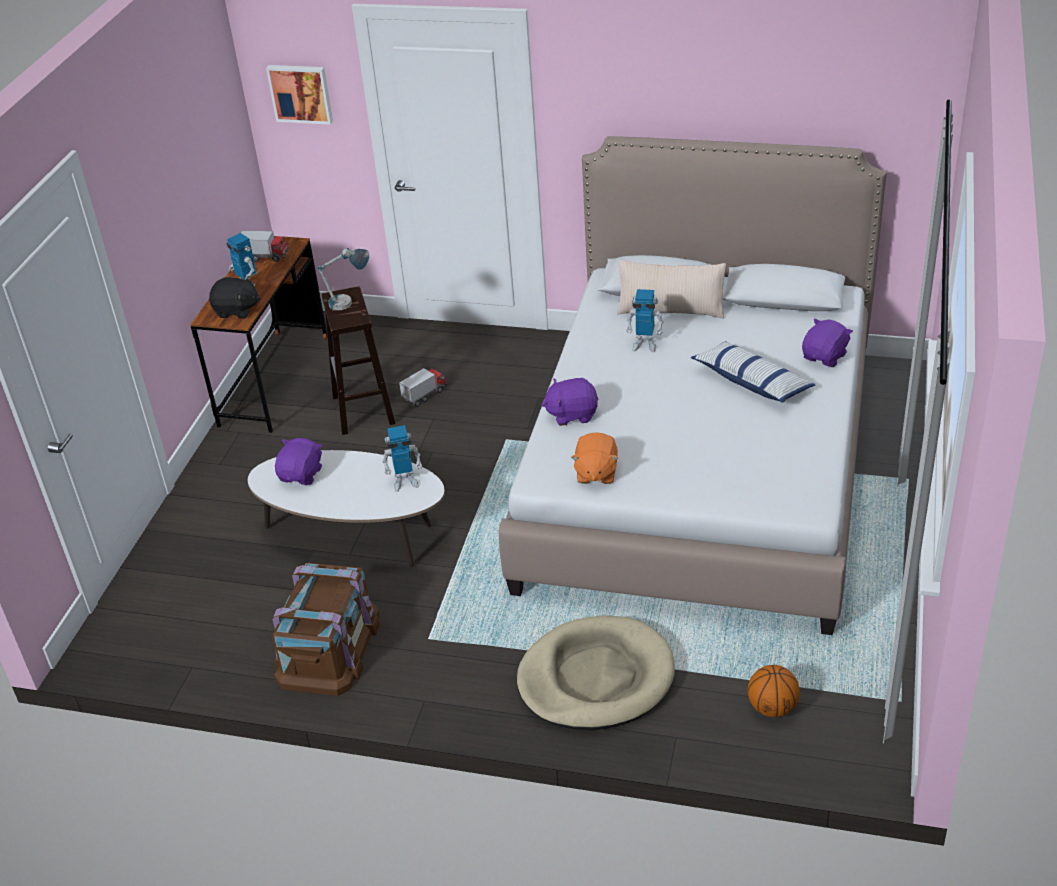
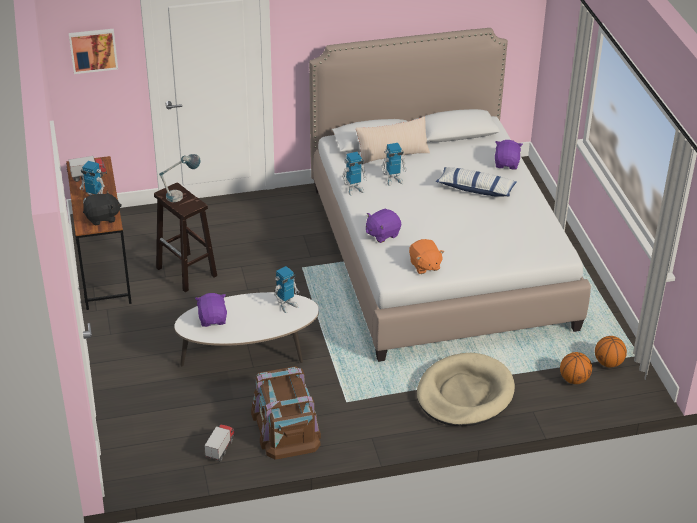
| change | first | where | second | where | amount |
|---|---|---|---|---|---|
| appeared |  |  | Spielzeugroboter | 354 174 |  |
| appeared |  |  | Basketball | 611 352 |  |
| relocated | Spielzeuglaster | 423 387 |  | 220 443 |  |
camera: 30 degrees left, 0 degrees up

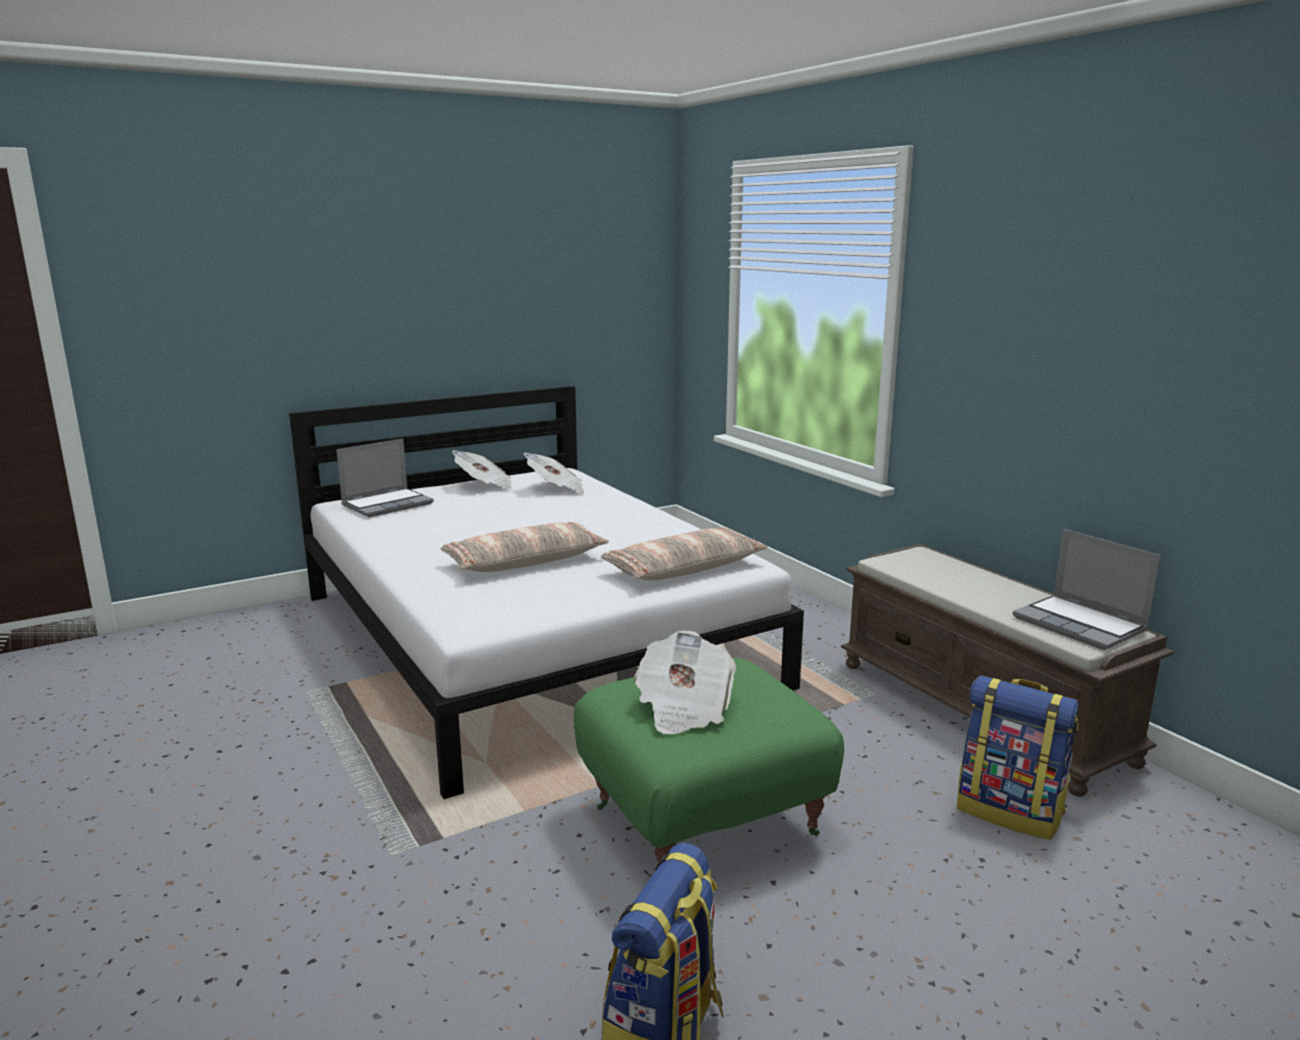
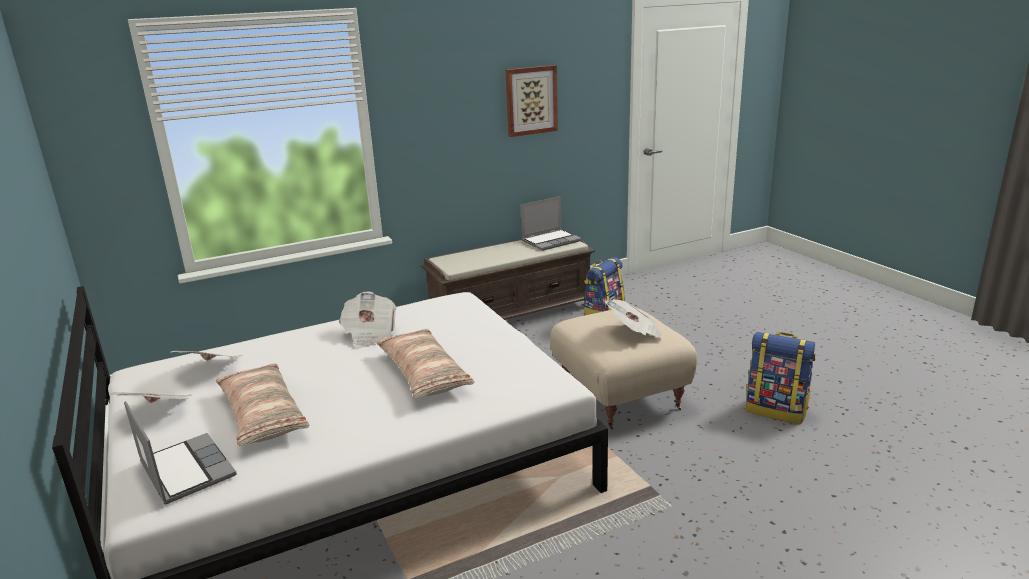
| change | first | where | second | where | amount |
|---|---|---|---|---|---|
| appeared |  |  | Zeitung | 368 320 |  |
| appeared |  |  | Bild | 532 101 |  |
| relocated | Kissen | 684 554 |  | 262 404 |  |
| colour | Polsterhocker [grün] | 709 760 | Polsterhocker [beige] | 623 369 |  |
camera: 85 degrees left, 5 degrees up

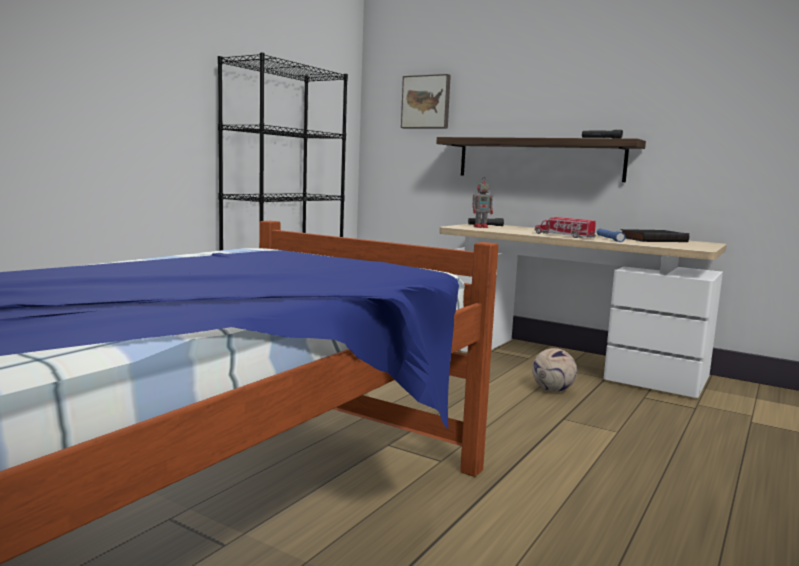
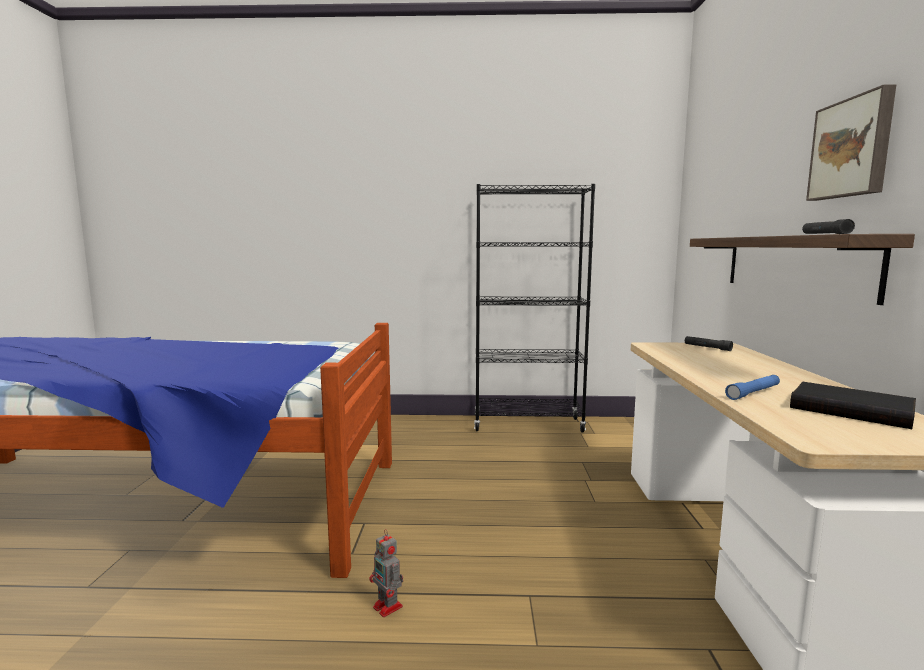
| change | first | where | second | where | amount |
|---|---|---|---|---|---|
| missing | Fußball | 554 370 |  |  |  |
| missing | Spielzeuglaster | 565 227 |  |  |  |
| relocated | Bild | 426 101 |  | 851 142 |  |
| relocated | Spielzeugroboter | 483 203 |  | 386 573 |  |
camera: 60 degrees right, 0 degrees up

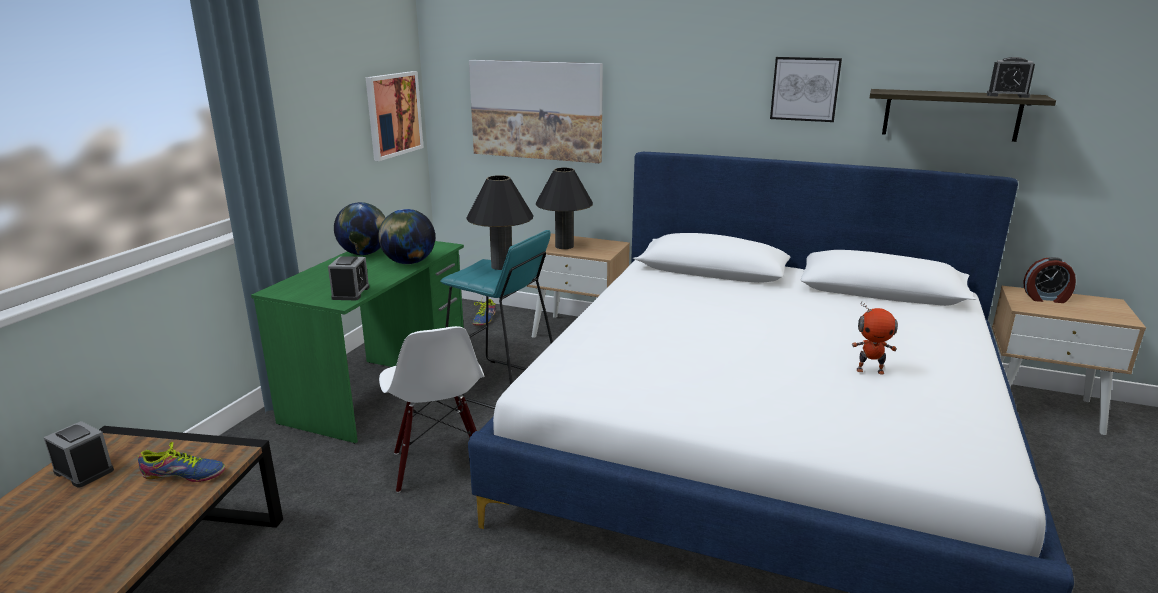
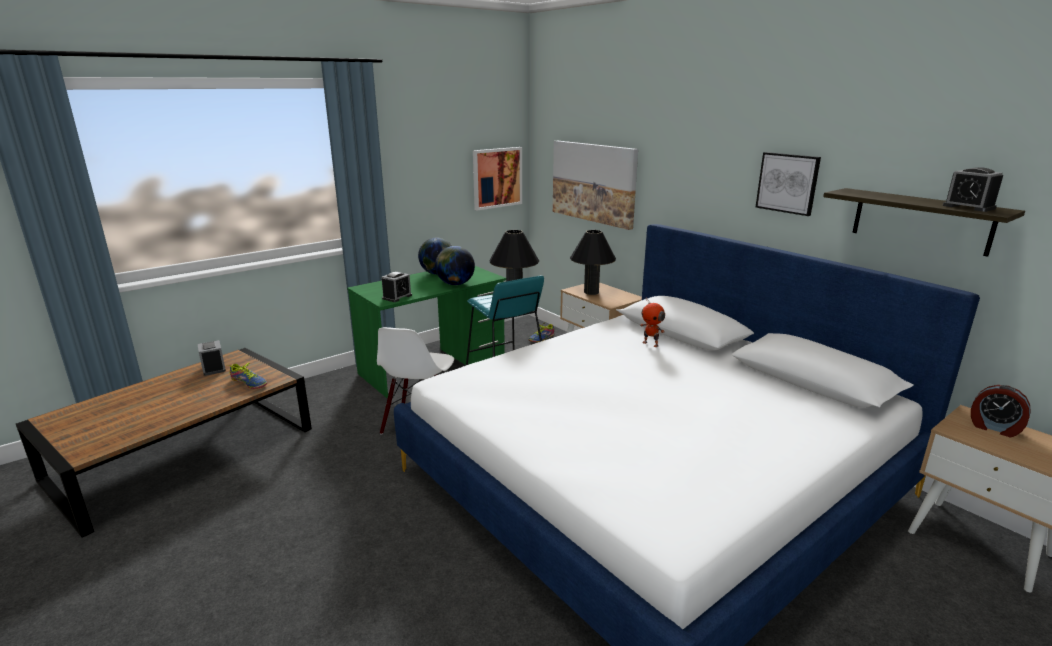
| change | first | where | second | where | amount |
|---|---|---|---|---|---|
| relocated | Spielzeugroboter | 875 338 |  | 652 322 |  |
camera: 30 degrees right, 0 degrees up

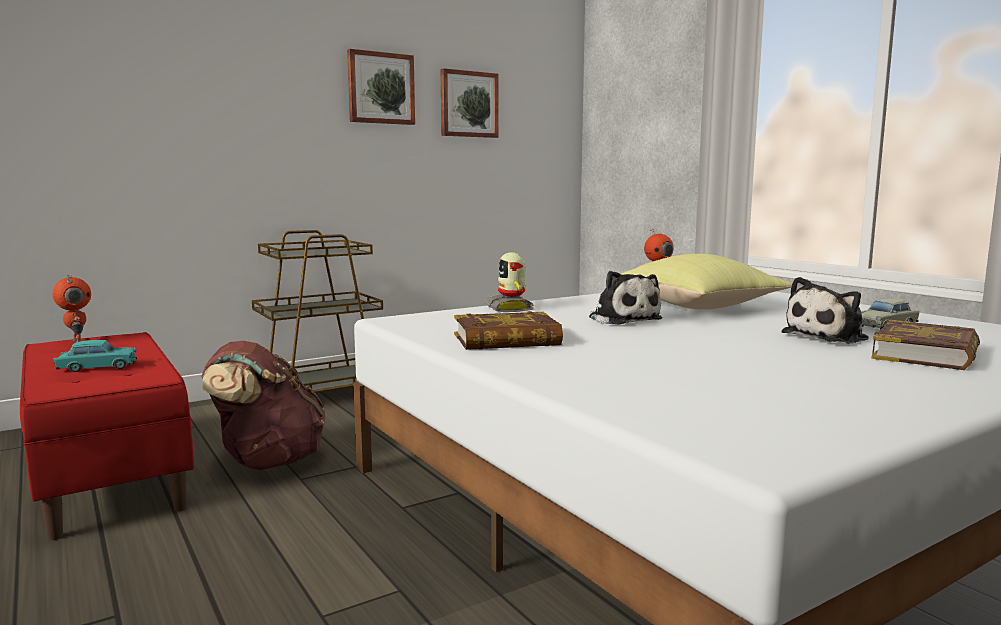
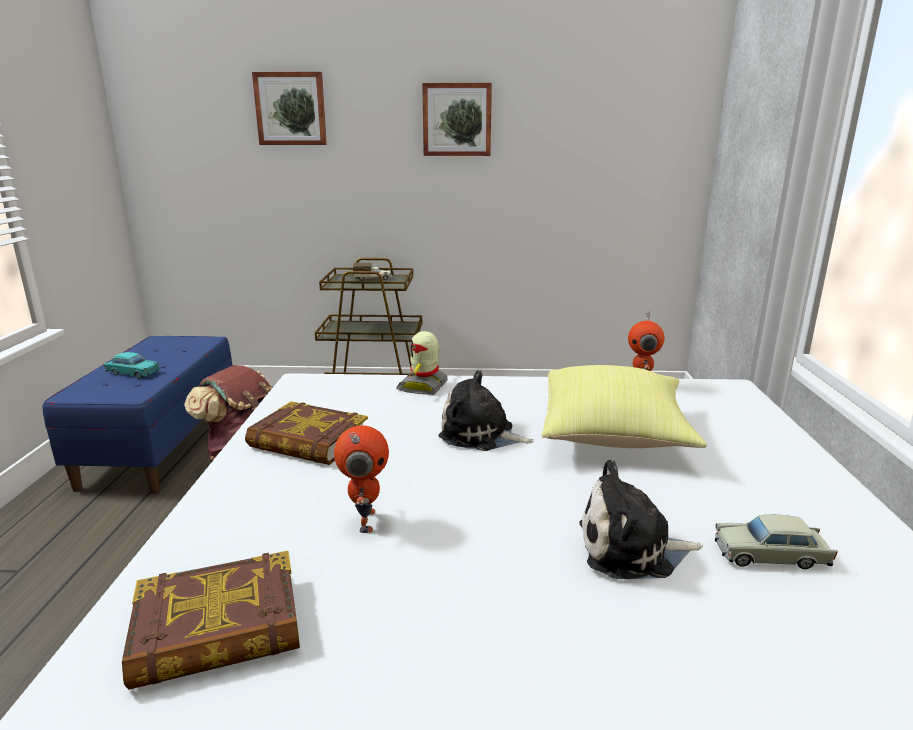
| change | first | where | second | where | amount |
|---|---|---|---|---|---|
| appeared |  |  | Spielzeuglaster | 372 271 |  |
| relocated | Spielzeugroboter | 71 308 |  | 361 479 |  |
| relocated | Bild | 469 103 |  | 289 108 |  |
| relocated | Buch | 926 345 |  | 211 620 |  |
| colour | Bank [rot] | 107 436 | Bank [blau] | 137 414 |  |
| spun | Plüschtier | 626 298 |  | 486 410 | 105 degrees clockwise |
camera: 35 degrees right, 10 degrees up

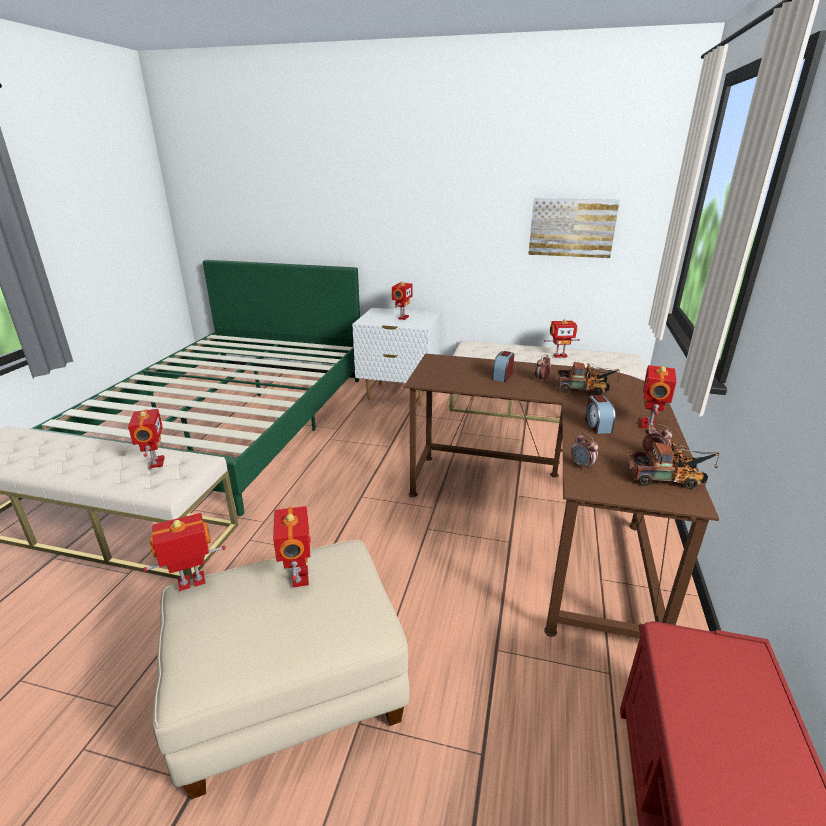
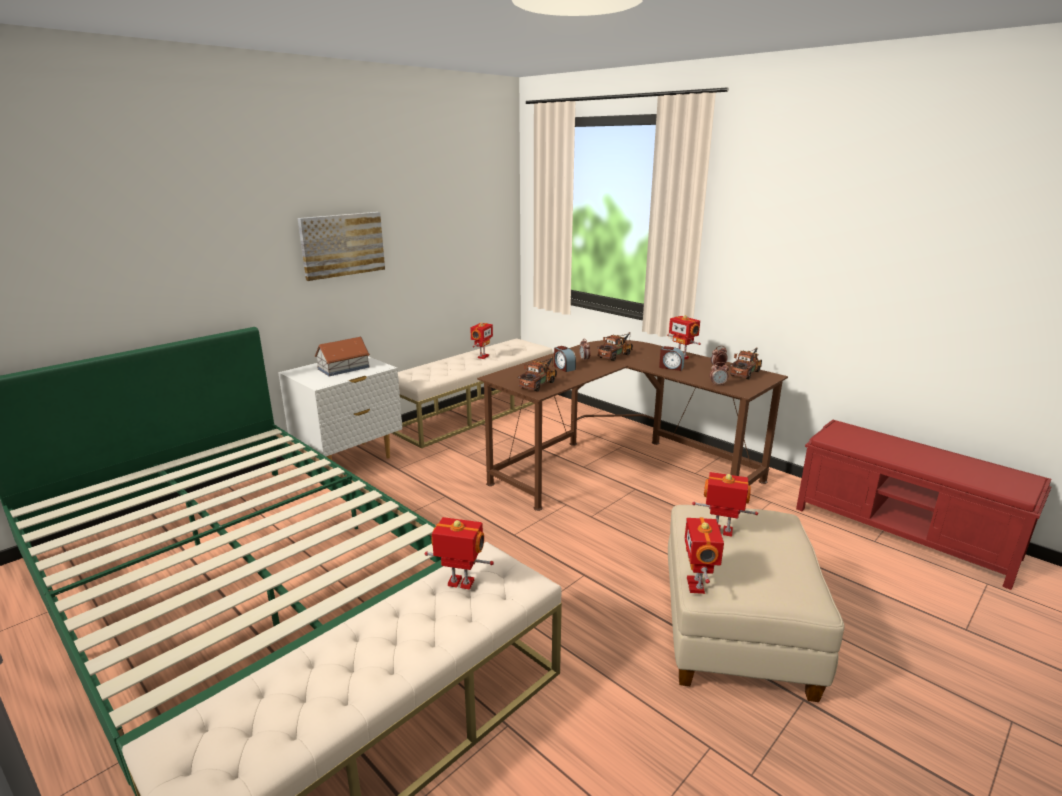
| change | first | where | second | where | amount |
|---|---|---|---|---|---|
| appeared |  |  | Spielzeuglaster | 537 373 |  |
| relocated | Bild | 574 228 |  | 341 246 |  |
| exchanged | Spielzeugroboter | 402 300 | Spielzeughaus | 342 356 |  |
camera: 60 degrees left, 5 degrees down

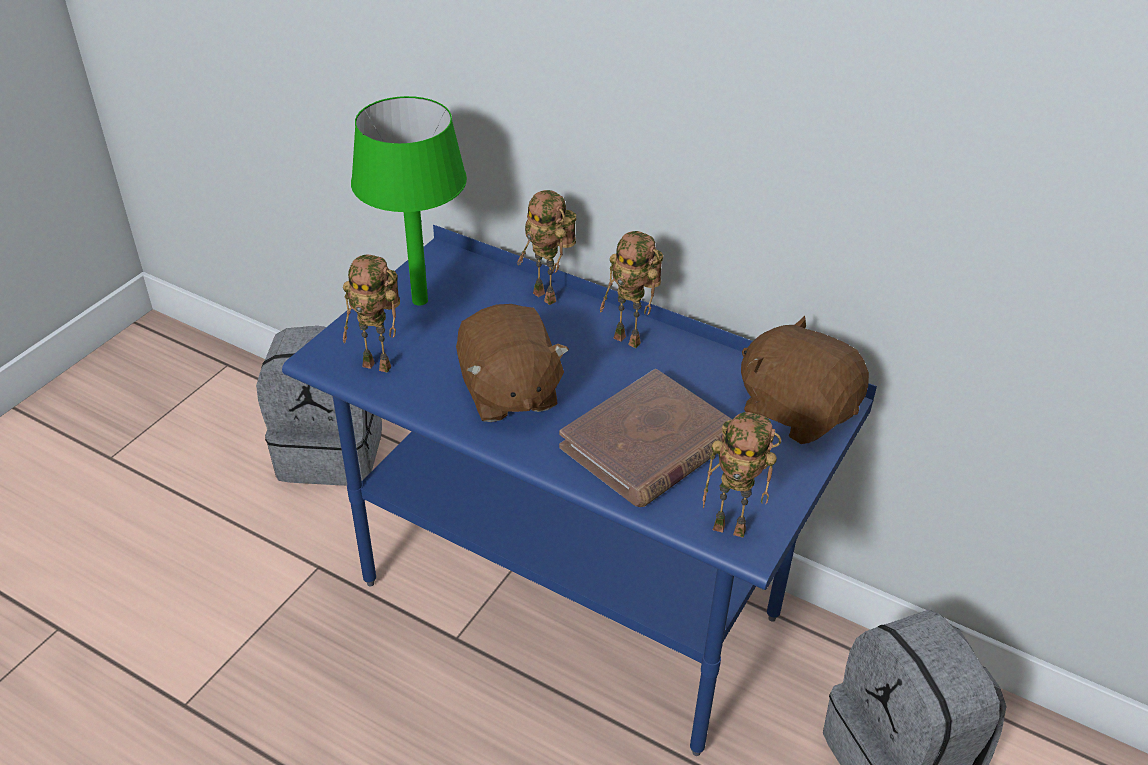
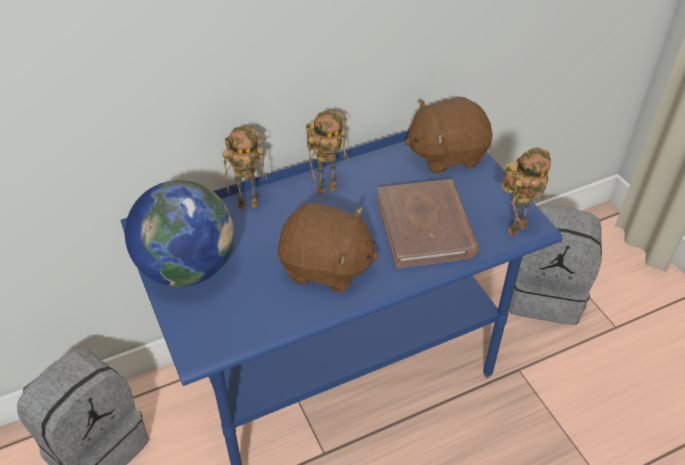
| change | first | where | second | where | amount |
|---|---|---|---|---|---|
| missing | Spielzeugroboter | 371 314 |  |  |  |
| exchanged | Tischlampe [grün] | 409 201 | Globus | 179 233 |  |
camera: 55 degrees left, 5 degrees up

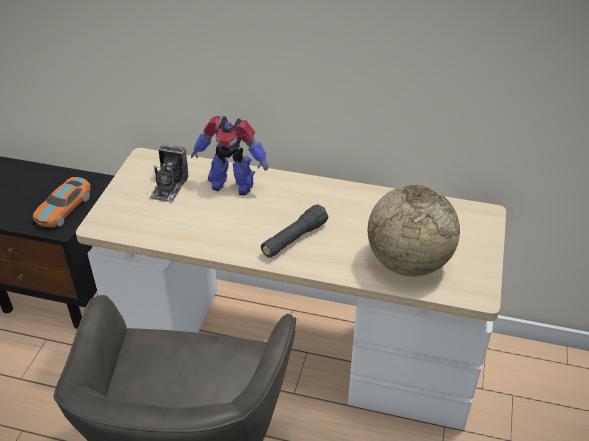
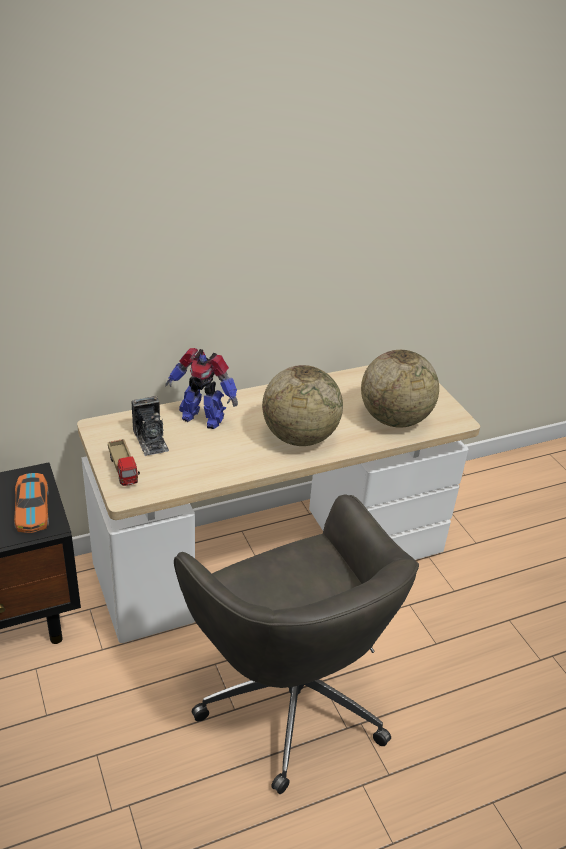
| change | first | where | second | where | amount |
|---|---|---|---|---|---|
| appeared |  |  | Spielzeuglaster | 124 462 |  |
| exchanged | Taschenlampe [schwarz] | 294 231 | Globus | 302 405 |  |
| spun | Spielzeugroboter | 229 155 |  | 201 388 | 45 degrees clockwise |
camera: 40 degrees left, 5 degrees down

